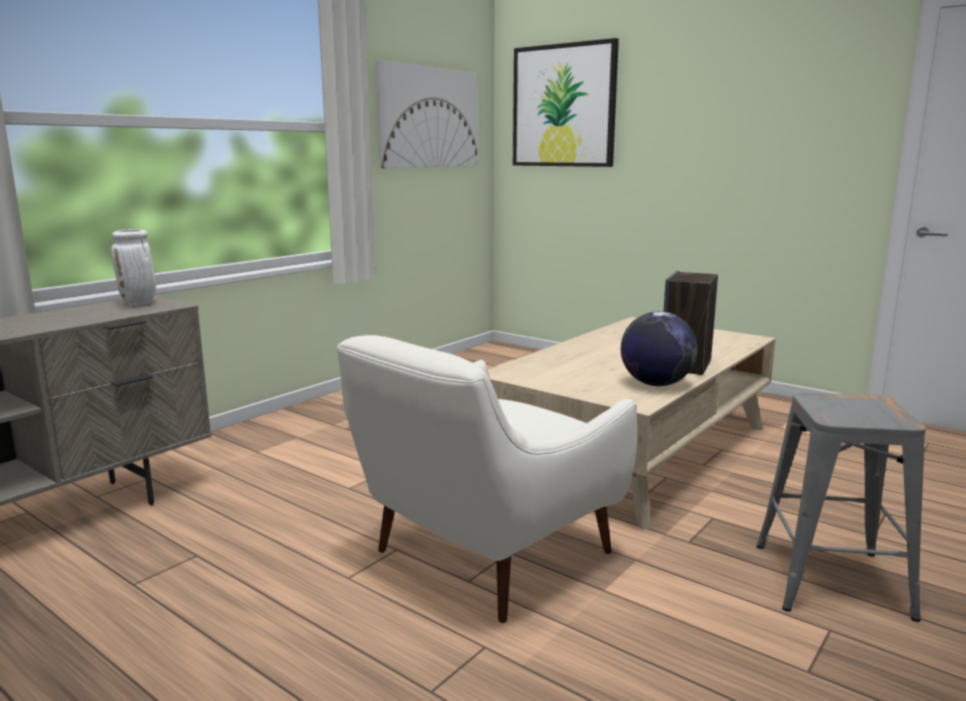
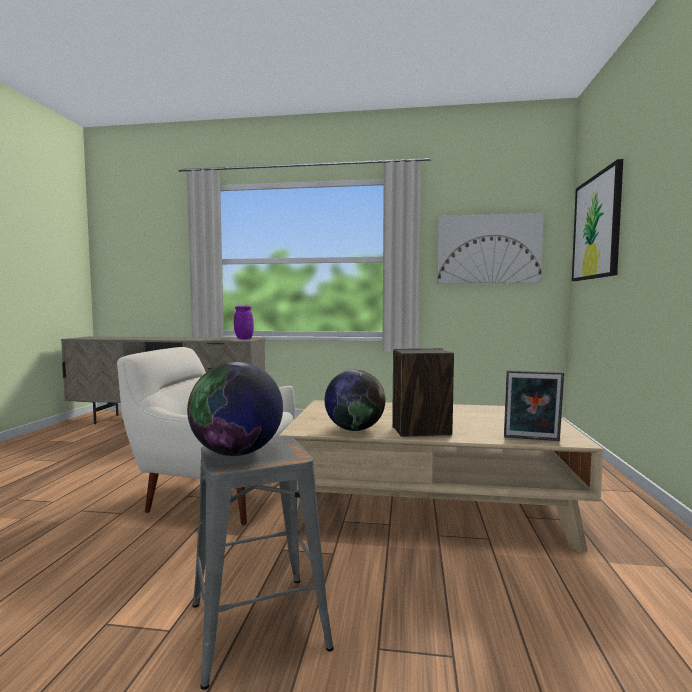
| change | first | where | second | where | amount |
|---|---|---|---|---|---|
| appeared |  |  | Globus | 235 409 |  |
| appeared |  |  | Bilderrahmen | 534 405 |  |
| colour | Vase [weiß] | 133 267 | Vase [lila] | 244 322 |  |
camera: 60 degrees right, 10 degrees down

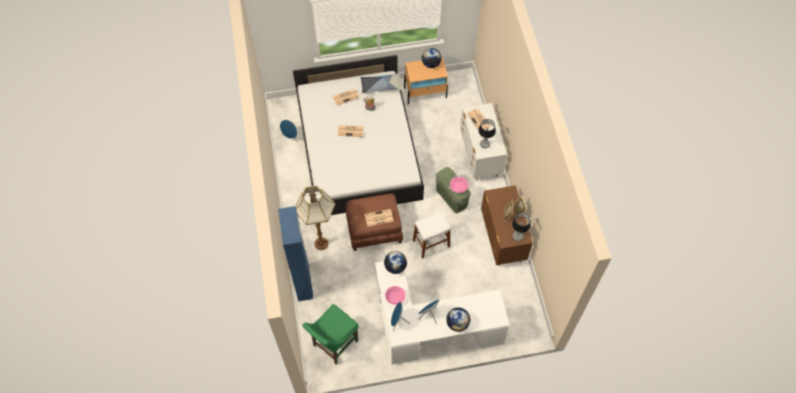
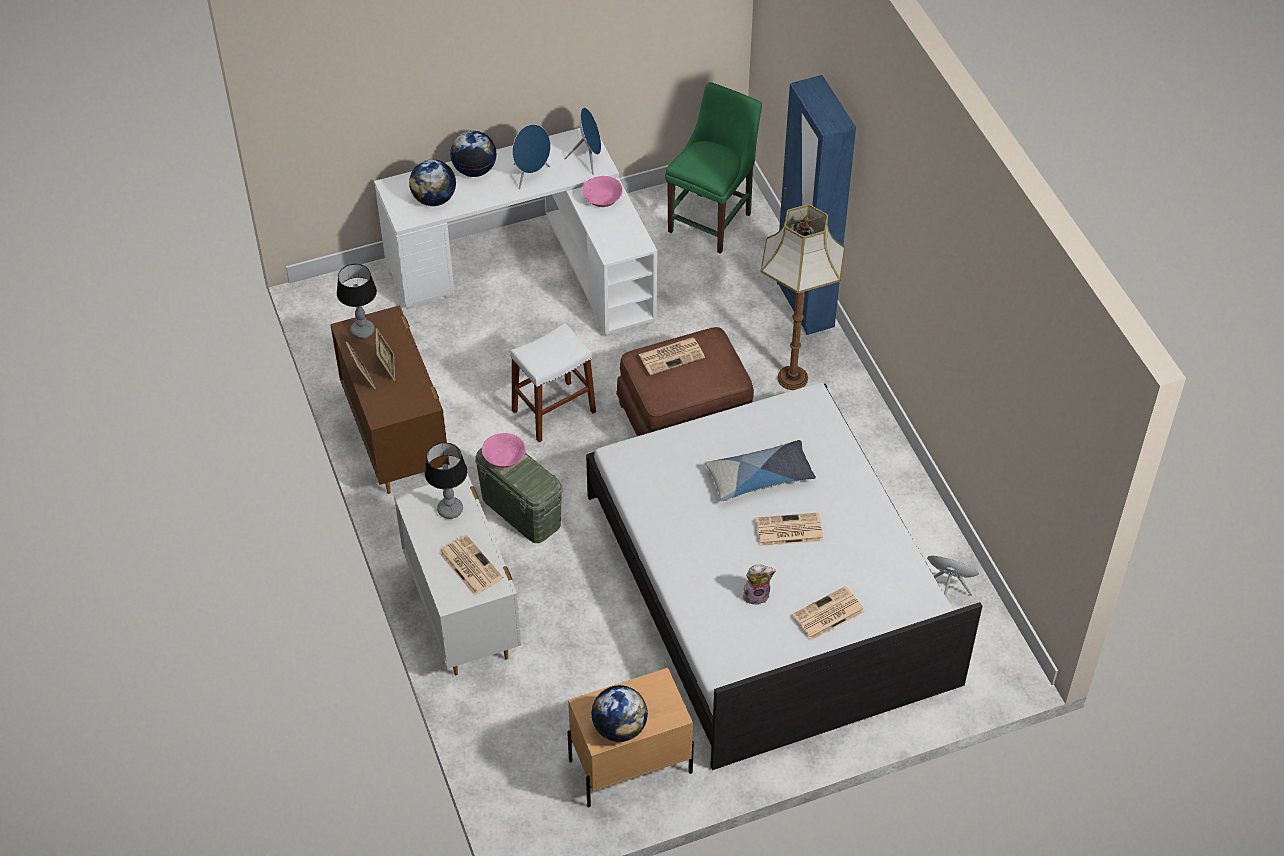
| change | first | where | second | where | amount |
|---|---|---|---|---|---|
| relocated | Kissen | 381 83 |  | 760 471 |  |
| relocated | Globus | 395 262 |  | 432 182 |  |
camera: 170 degrees right, 10 degrees down

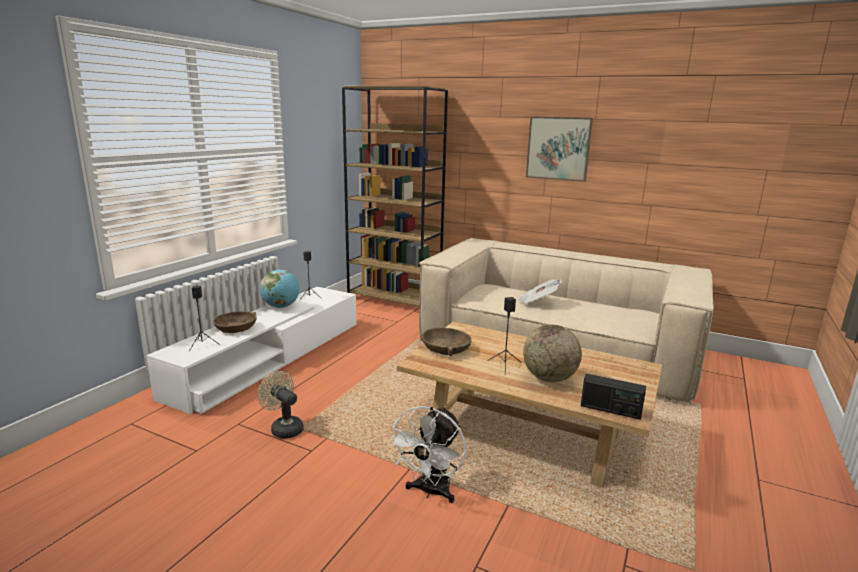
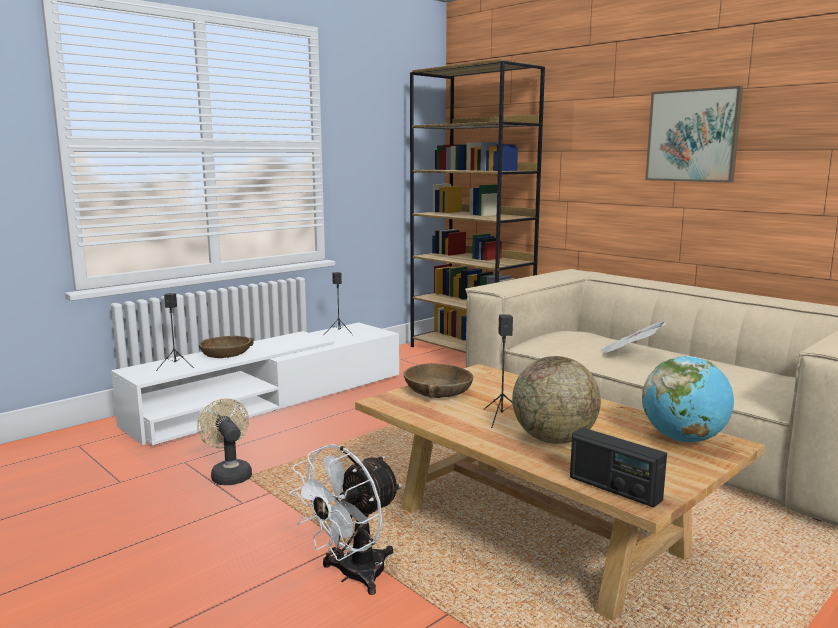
| change | first | where | second | where | amount |
|---|---|---|---|---|---|
| relocated | Globus | 280 288 |  | 688 399 |  |
camera: 20 degrees right, 5 degrees down

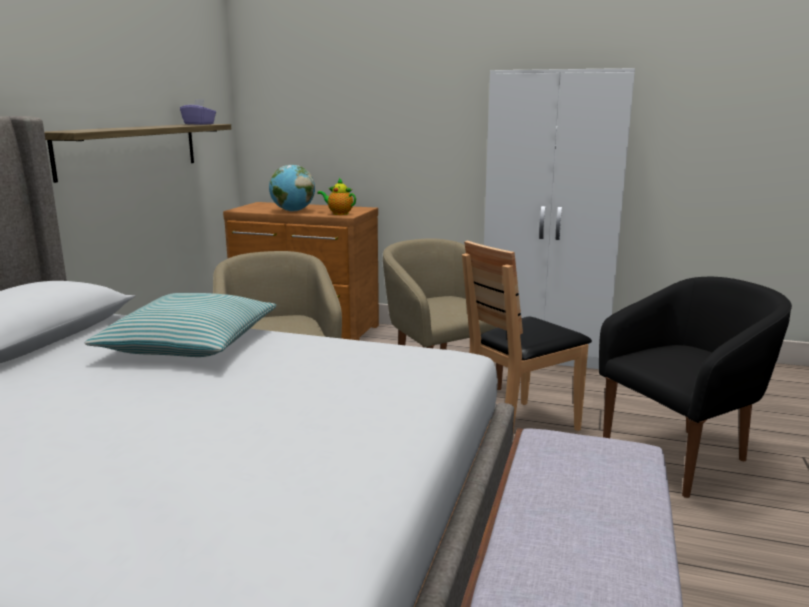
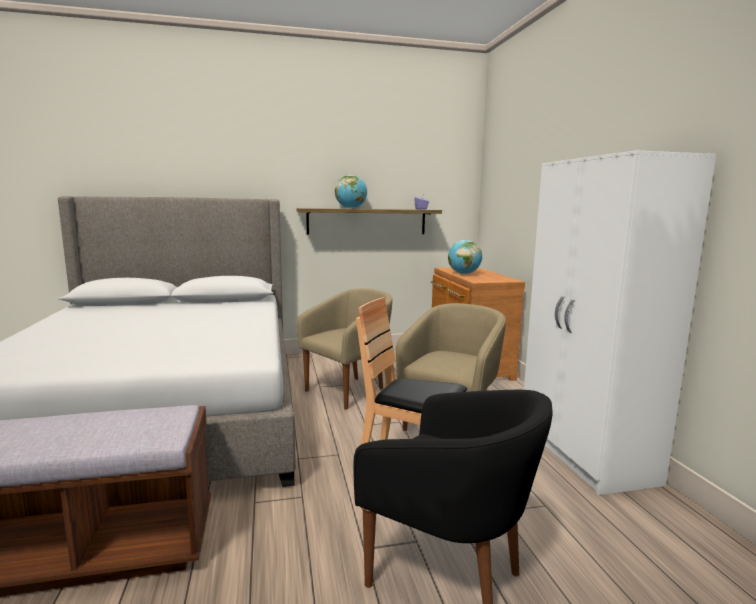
| change | first | where | second | where | amount |
|---|---|---|---|---|---|
| missing | Kissen | 181 325 |  |  |  |
| missing | Teekanne | 336 196 |  |  |  |
| appeared |  |  | Globus | 351 192 |  |
camera: 60 degrees right, 5 degrees down

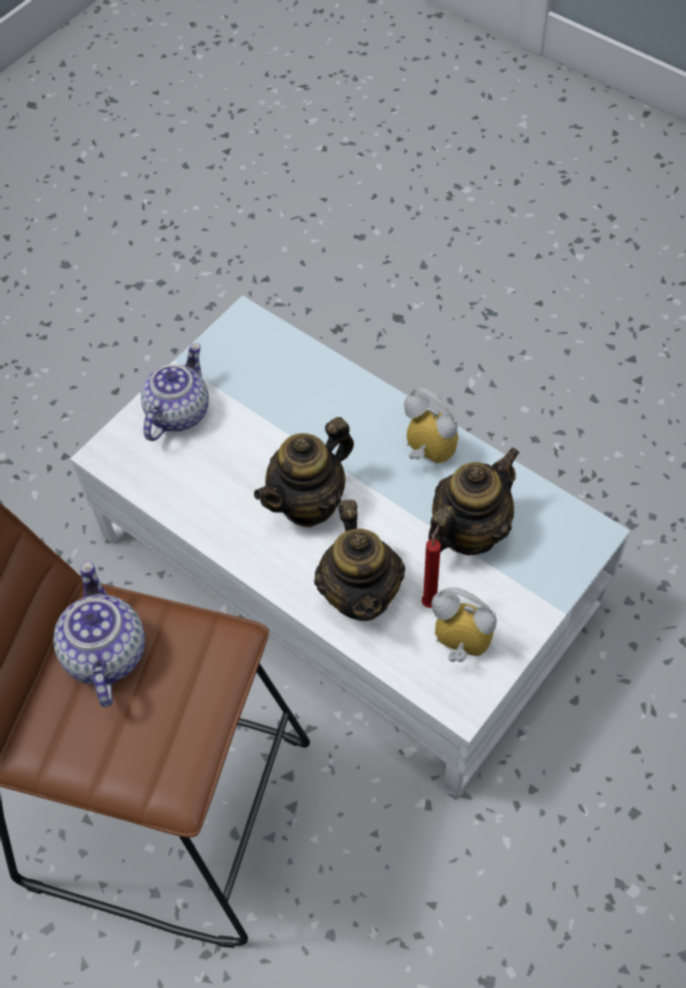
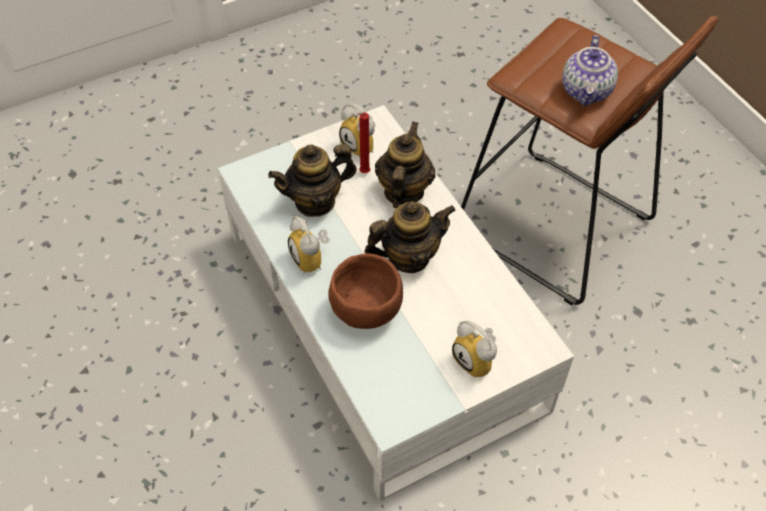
| change | first | where | second | where | amount |
|---|---|---|---|---|---|
| appeared |  |  | Schüssel [braun] | 365 291 |  |
| exchanged | Teekanne | 175 392 | Wecker | 474 349 |  |
camera: 160 degrees left, 5 degrees down

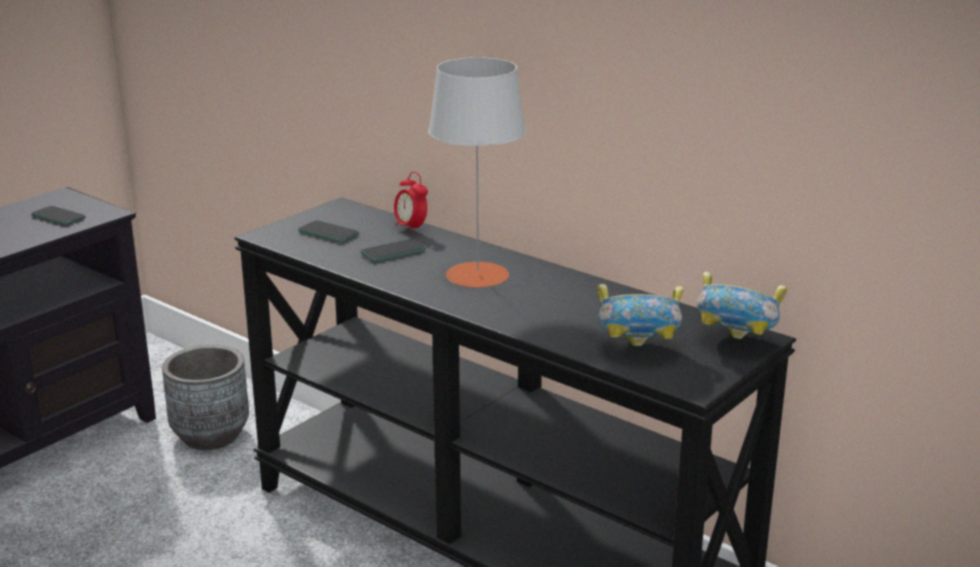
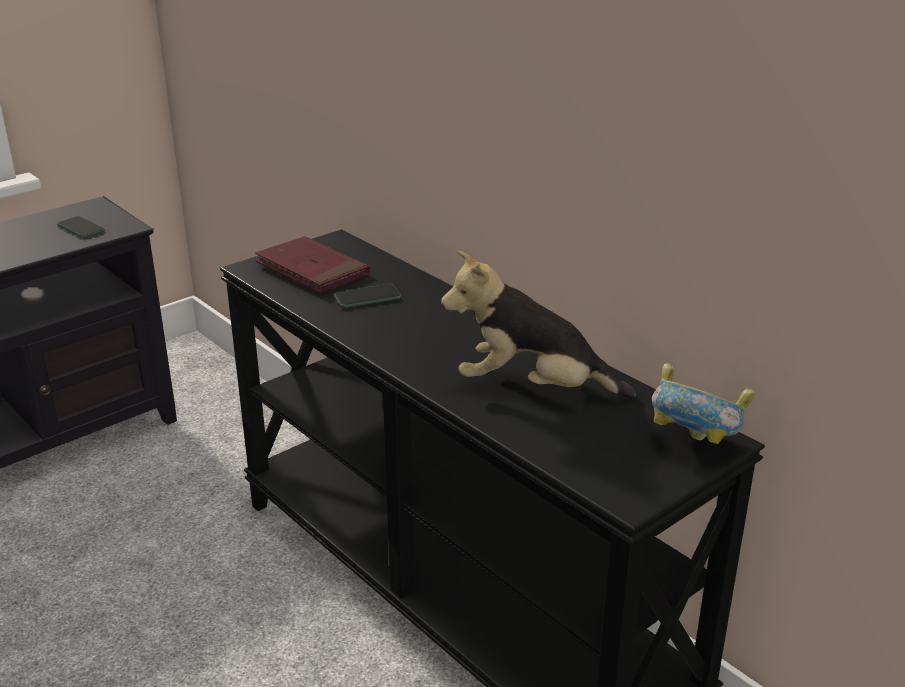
| change | first | where | second | where | amount |
|---|---|---|---|---|---|
| missing | Pflanzkübel [grau] | 205 397 |  |  |  |
| missing | Wecker | 411 203 |  |  |  |
| missing | Tischlampe [grau] | 477 172 |  |  |  |
| missing | Schüssel | 640 314 |  |  |  |
| appeared |  |  | Plüschtier | 538 324 |  |
| exchanged | Handy | 328 231 | Buch [rot] | 312 265 |  |
camera: 10 degrees right, 5 degrees up

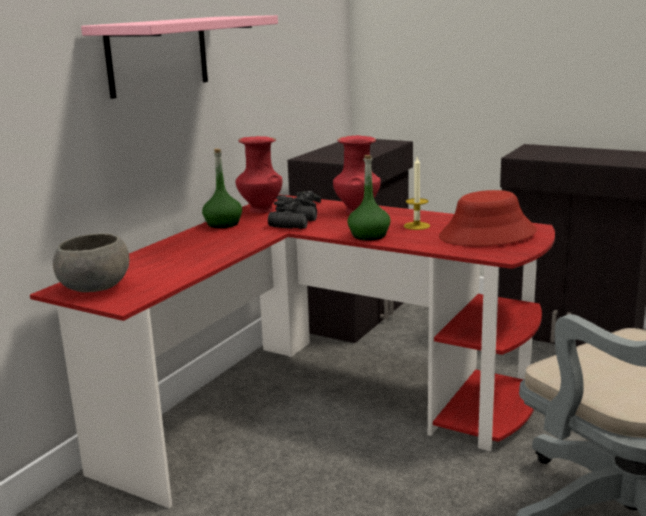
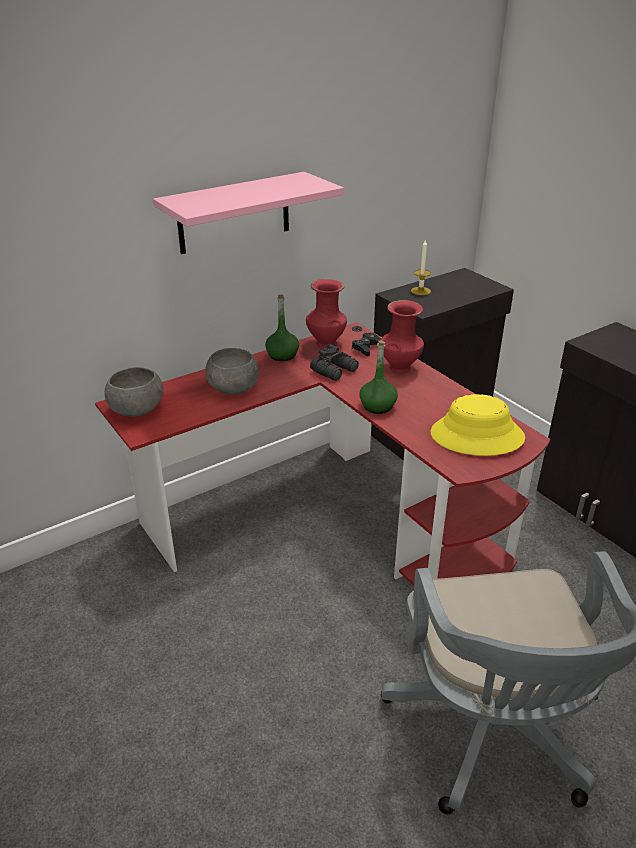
| change | first | where | second | where | amount |
|---|---|---|---|---|---|
| appeared |  |  | Schüssel [grau] | 232 371 |  |
| relocated | Kerze | 417 193 |  | 421 267 |  |
| colour | Hut [rot] | 488 218 | Hut [gelb] | 477 425 |  |
camera: 25 degrees right, 15 degrees up

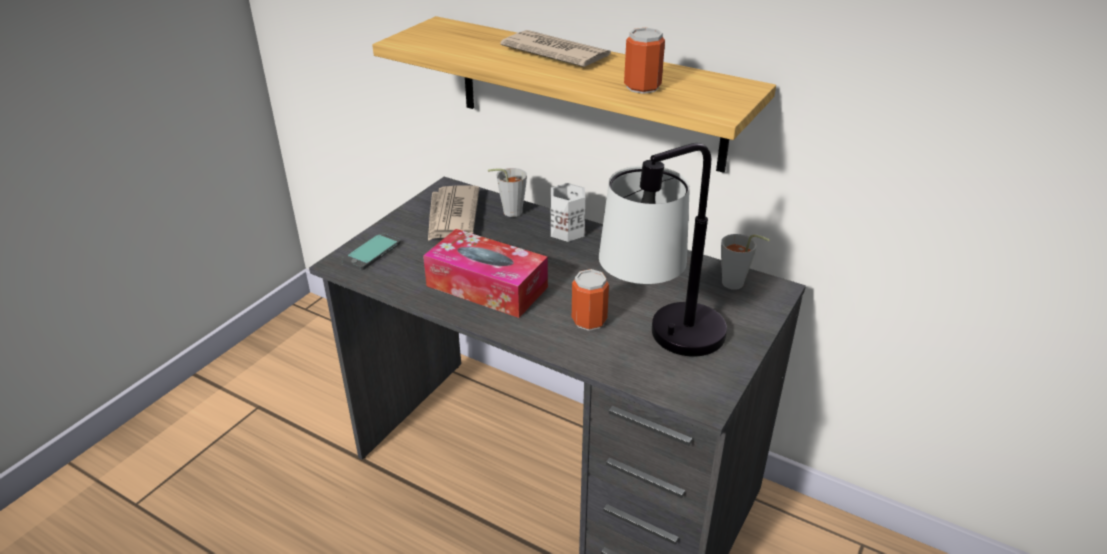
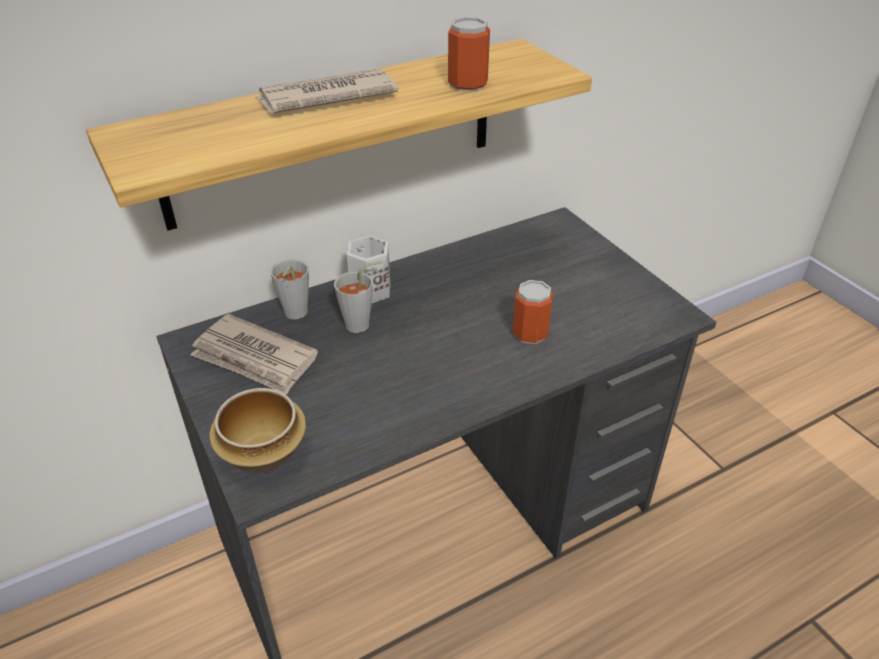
| change | first | where | second | where | amount |
|---|---|---|---|---|---|
| missing | Taschentuchbox | 485 273 |  |  |  |
| missing | Tischlampe | 663 250 |  |  |  |
| relocated | Tasse [grau] | 745 262 |  | 358 297 |  |
| exchanged | Handy | 371 251 | Schüssel | 257 430 |  |
camera: 60 degrees left, 5 degrees up

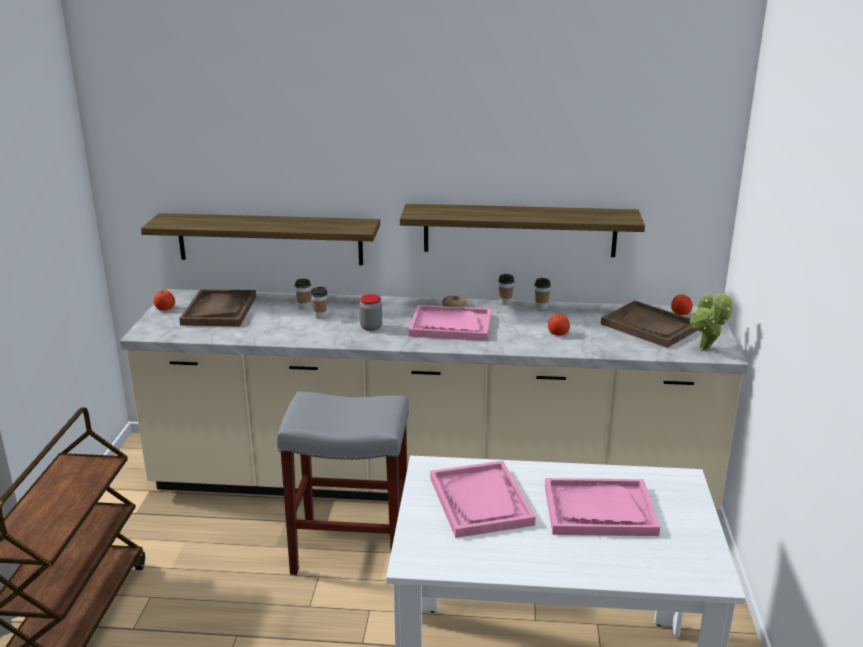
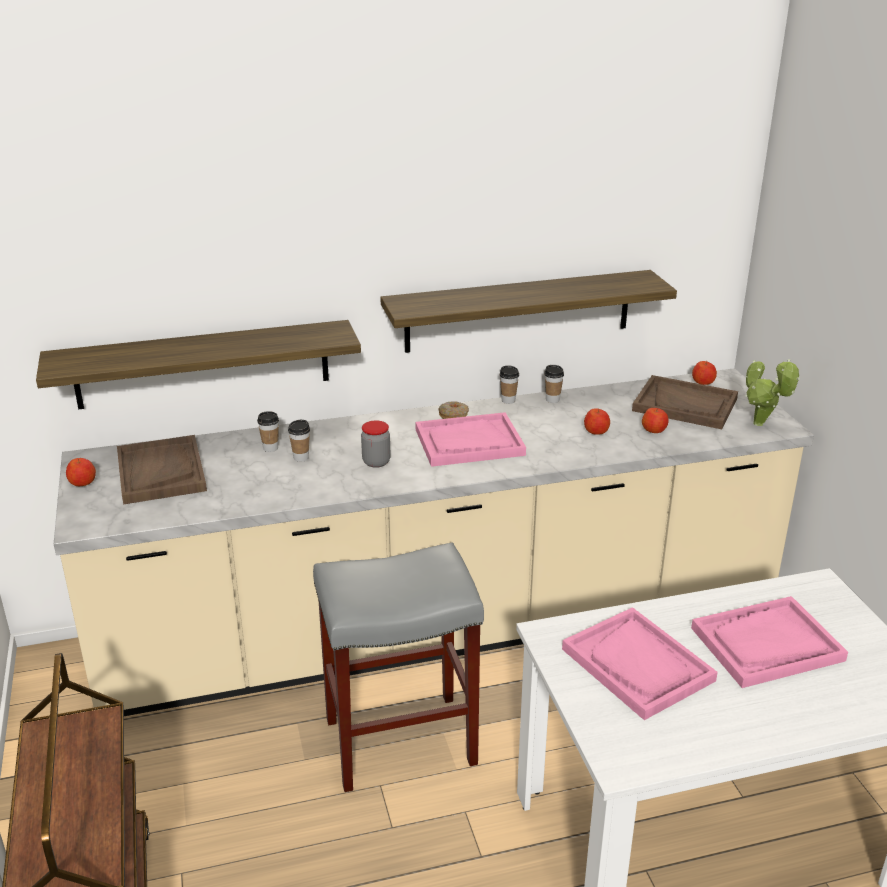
| change | first | where | second | where | amount |
|---|---|---|---|---|---|
| appeared |  |  | Apfel | 655 420 |  |
camera: 20 degrees left, 5 degrees up

